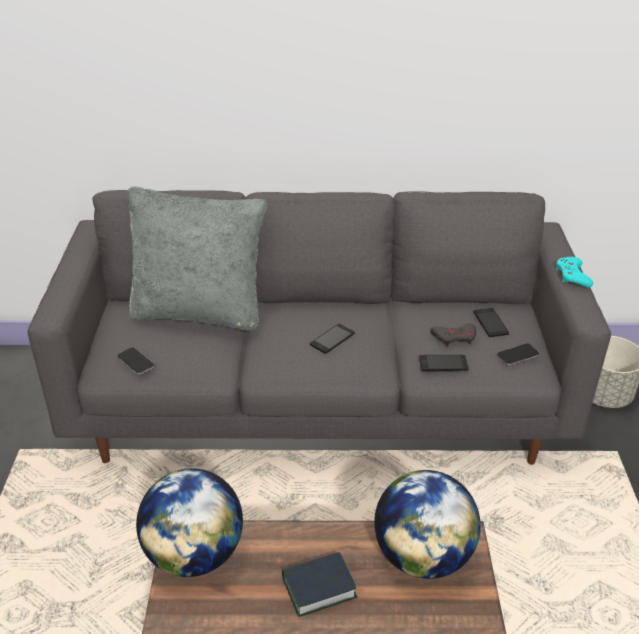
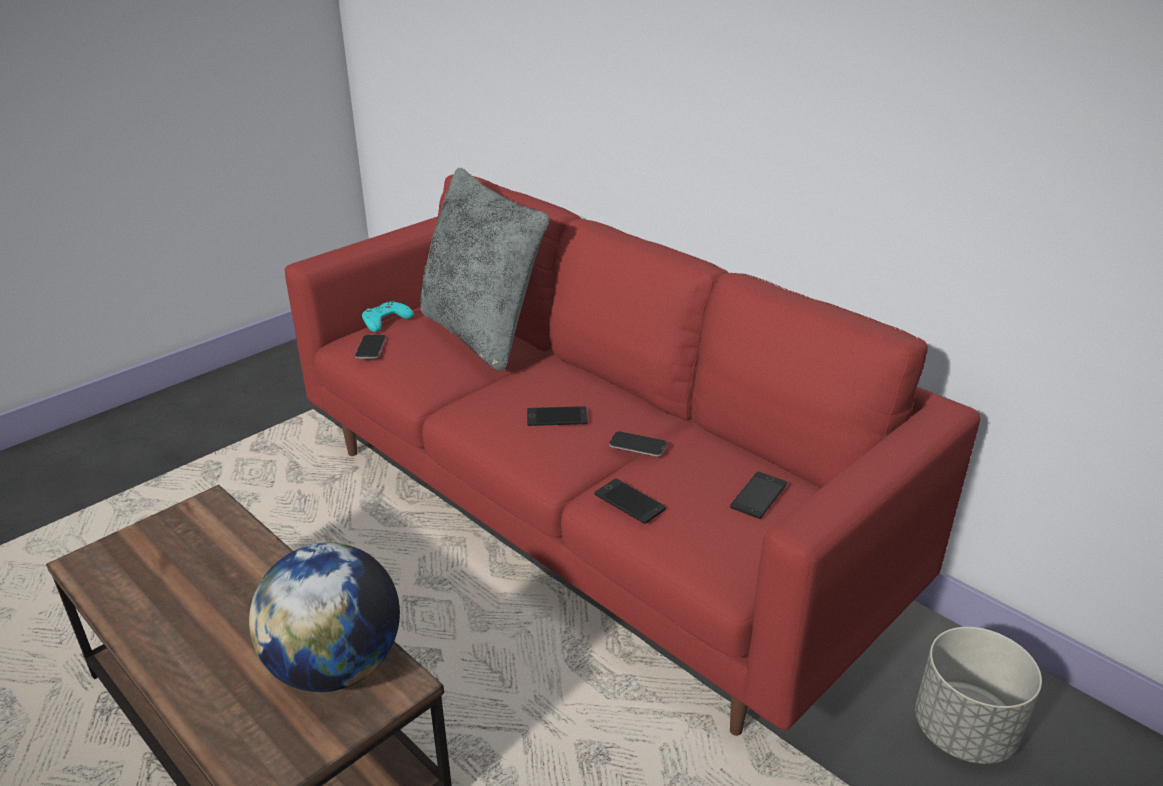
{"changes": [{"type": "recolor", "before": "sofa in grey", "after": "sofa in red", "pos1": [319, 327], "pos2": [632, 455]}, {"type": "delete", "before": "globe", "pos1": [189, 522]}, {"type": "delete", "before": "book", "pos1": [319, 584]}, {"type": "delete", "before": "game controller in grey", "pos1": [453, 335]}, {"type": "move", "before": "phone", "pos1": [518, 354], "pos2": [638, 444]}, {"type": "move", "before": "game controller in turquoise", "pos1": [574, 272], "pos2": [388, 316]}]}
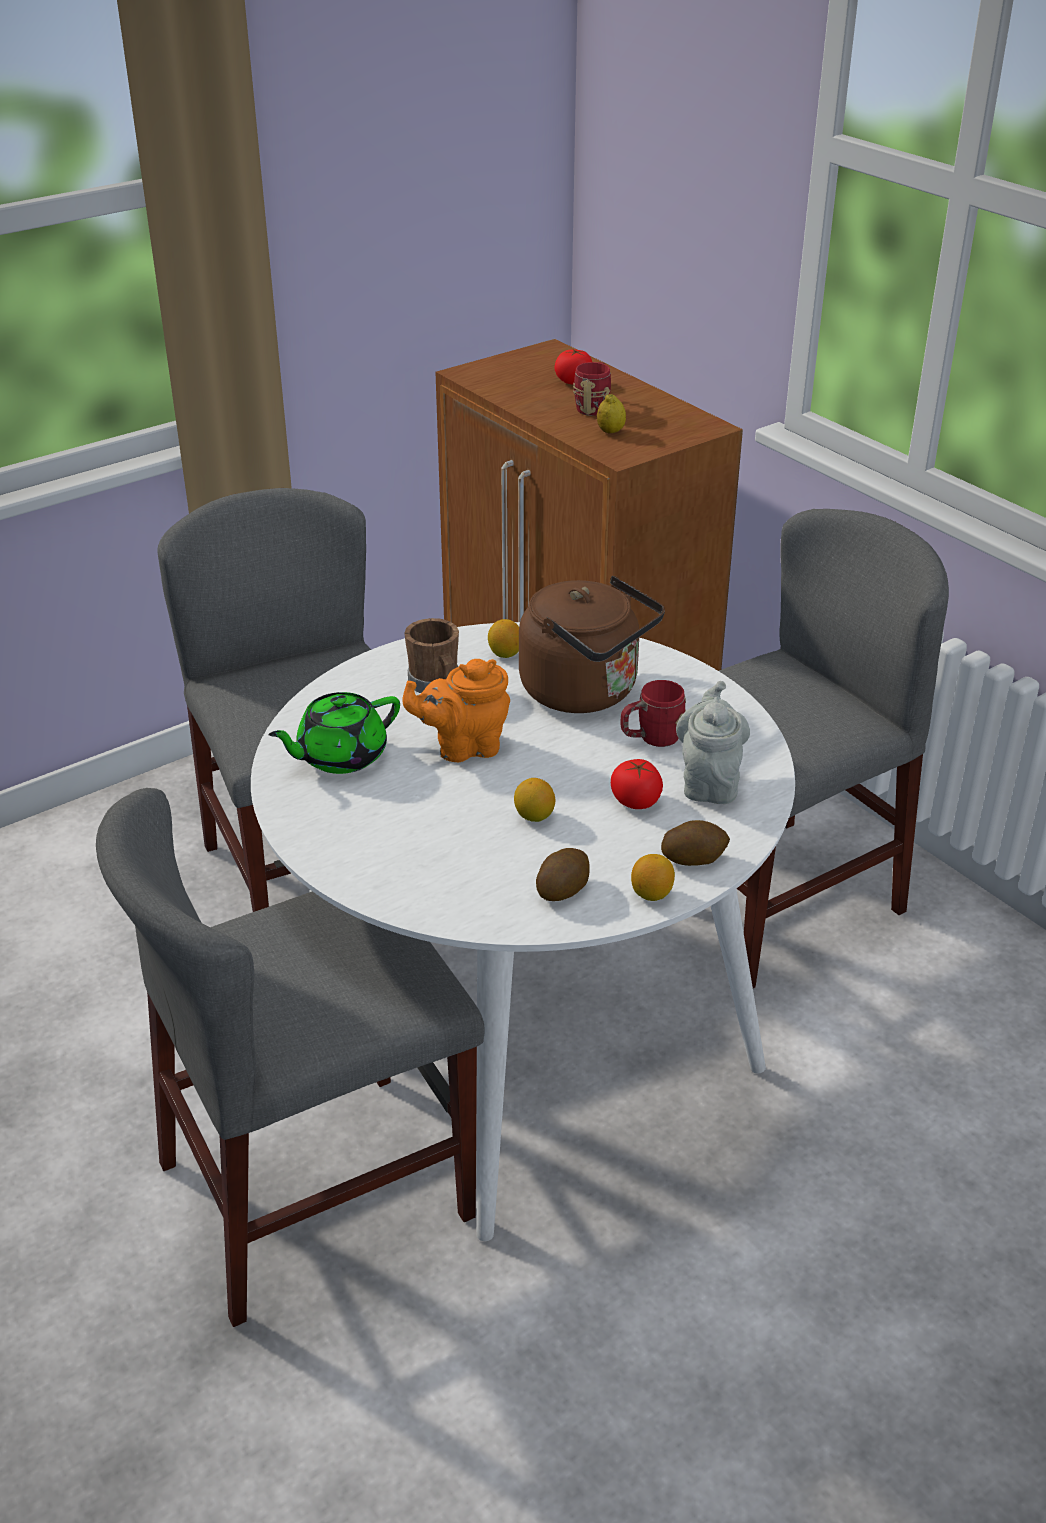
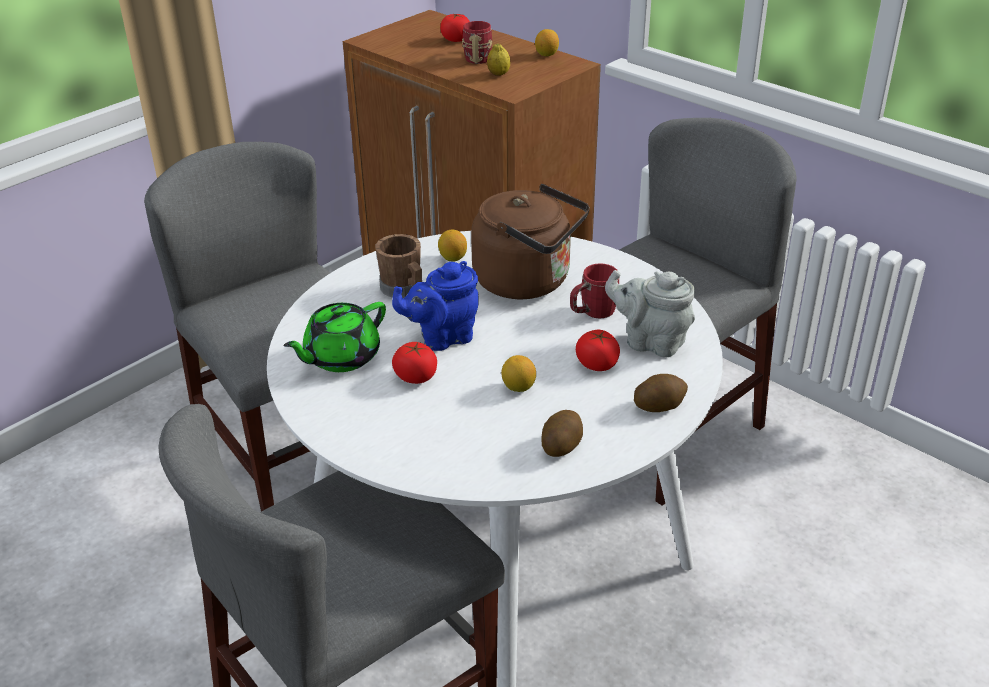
{"changes": [{"type": "recolor", "before": "teapot in orange", "after": "teapot in blue", "pos1": [456, 710], "pos2": [435, 306]}, {"type": "move", "before": "lemon", "pos1": [653, 877], "pos2": [547, 42]}, {"type": "rotate", "before": "teapot in grey", "pos1": [713, 742], "pos2": [650, 314], "turn": -60}, {"type": "insert", "after": "tomato", "pos2": [414, 363]}]}
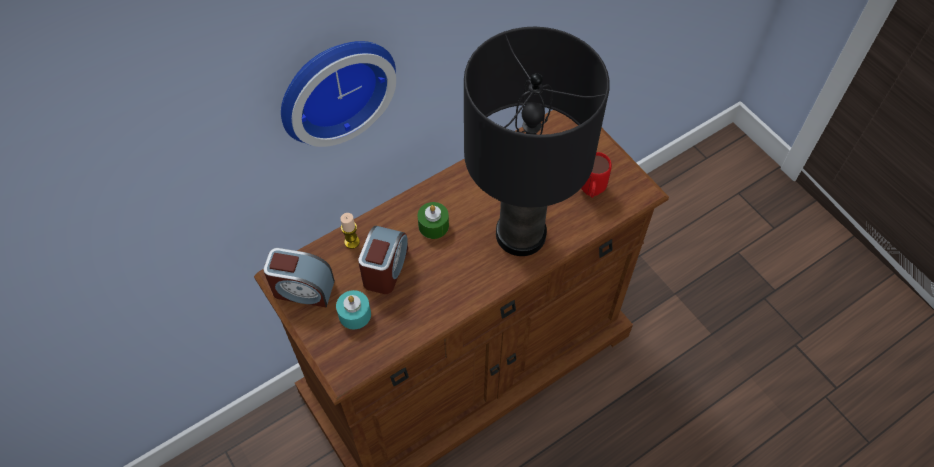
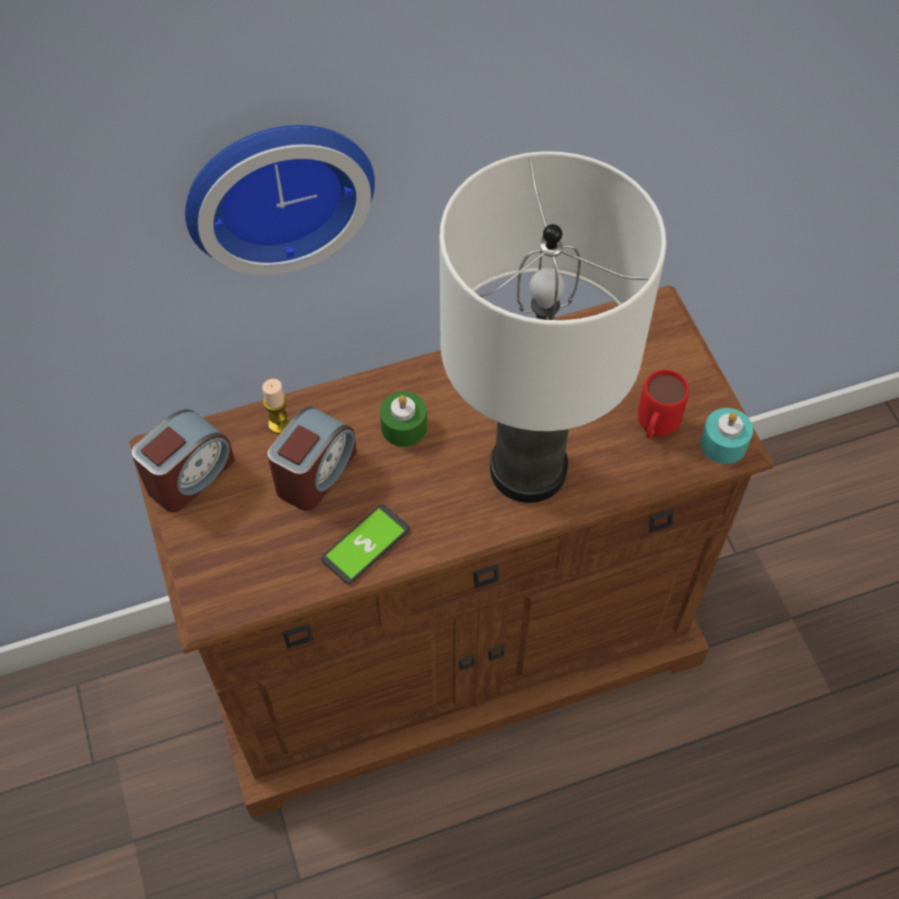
{"changes": [{"type": "rotate", "before": "alarm clock", "pos1": [299, 277], "pos2": [183, 460], "turn": -75}, {"type": "move", "before": "candle in turquoise", "pos1": [353, 309], "pos2": [726, 436]}, {"type": "recolor", "before": "table lamp in black", "after": "table lamp in white", "pos1": [537, 141], "pos2": [553, 327]}, {"type": "insert", "after": "phone", "pos2": [365, 544]}]}
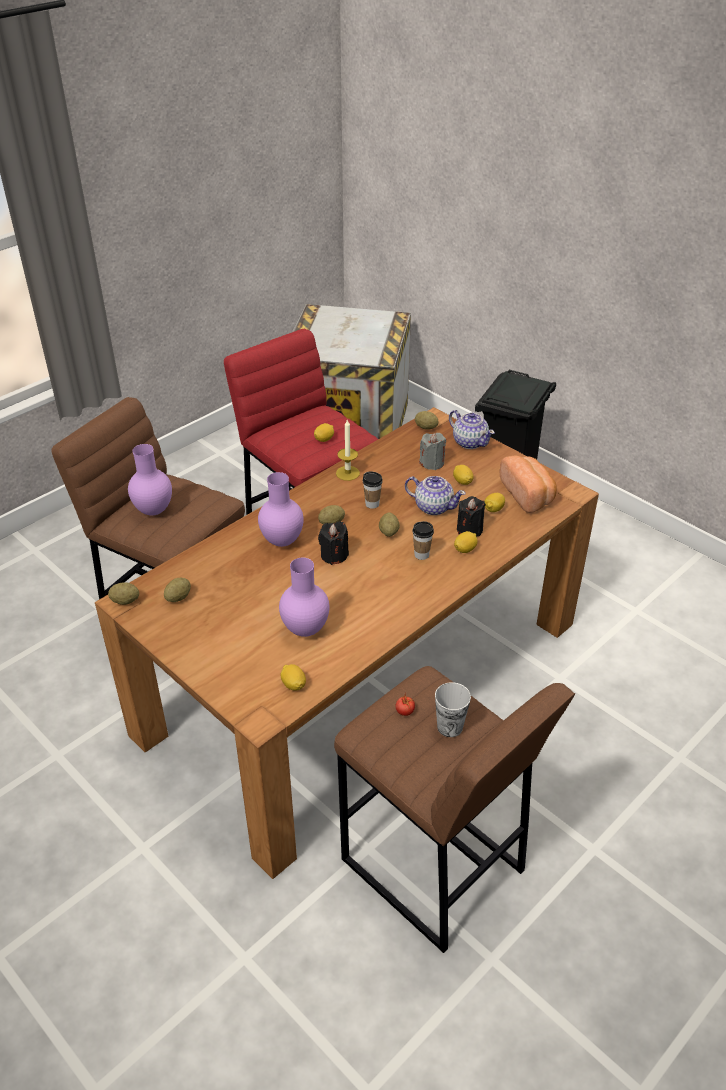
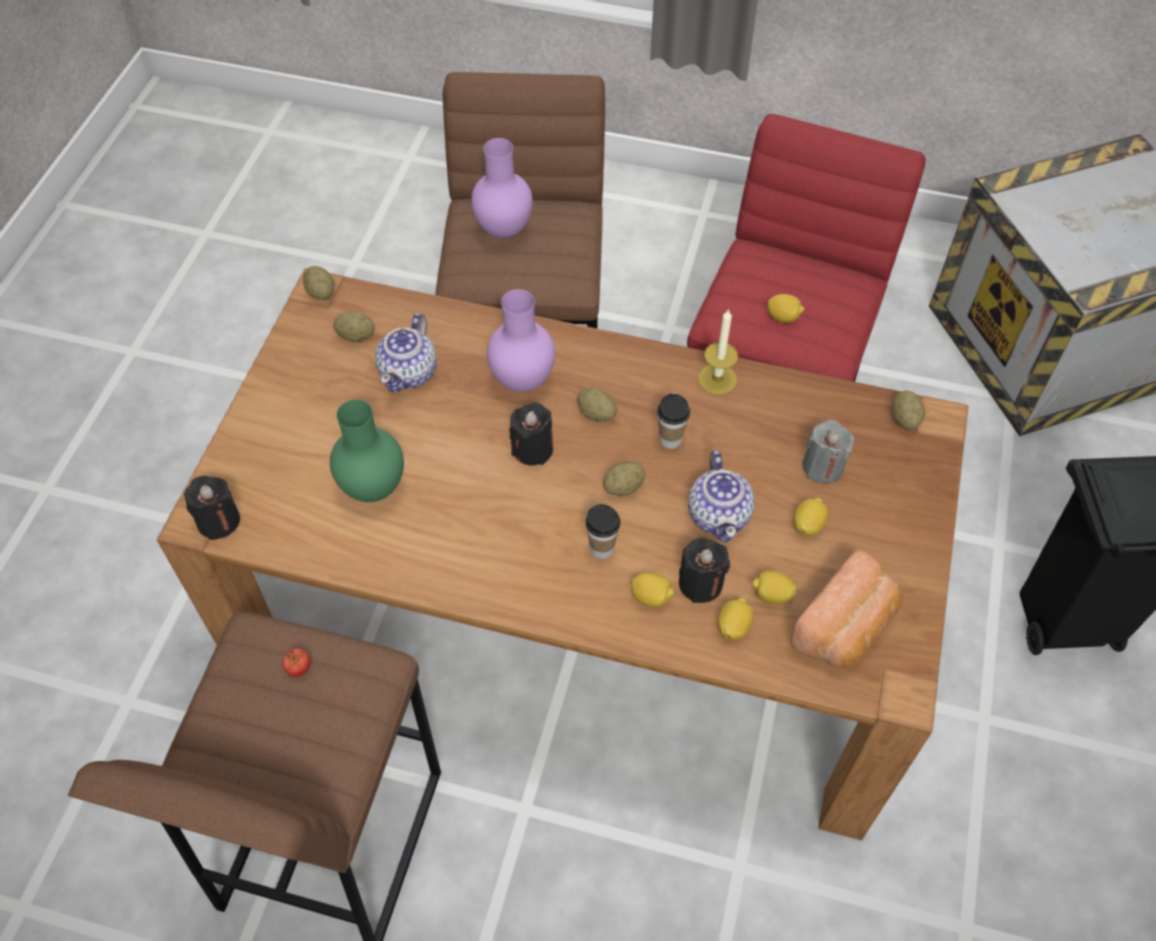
{"changes": [{"type": "recolor", "before": "vase in purple", "after": "vase in green", "pos1": [304, 597], "pos2": [367, 450]}, {"type": "move", "before": "lemon", "pos1": [293, 677], "pos2": [736, 619]}, {"type": "delete", "before": "cup", "pos1": [453, 709]}, {"type": "move", "before": "teapot", "pos1": [472, 429], "pos2": [405, 352]}, {"type": "insert", "after": "candle in black", "pos2": [212, 508]}]}
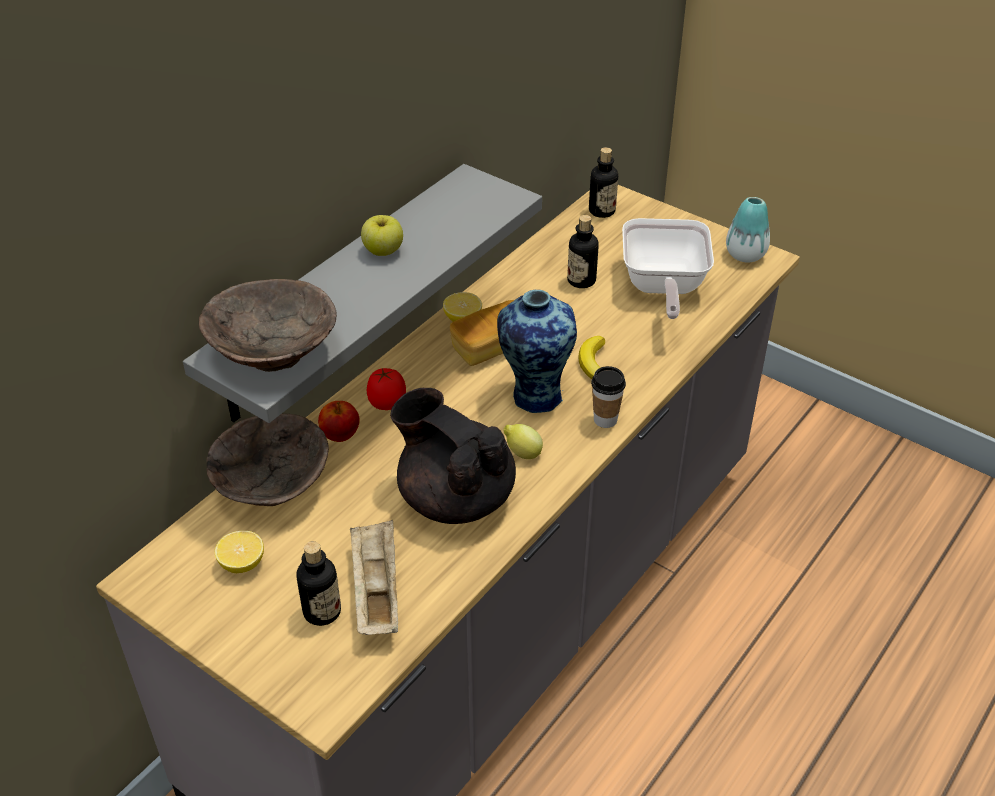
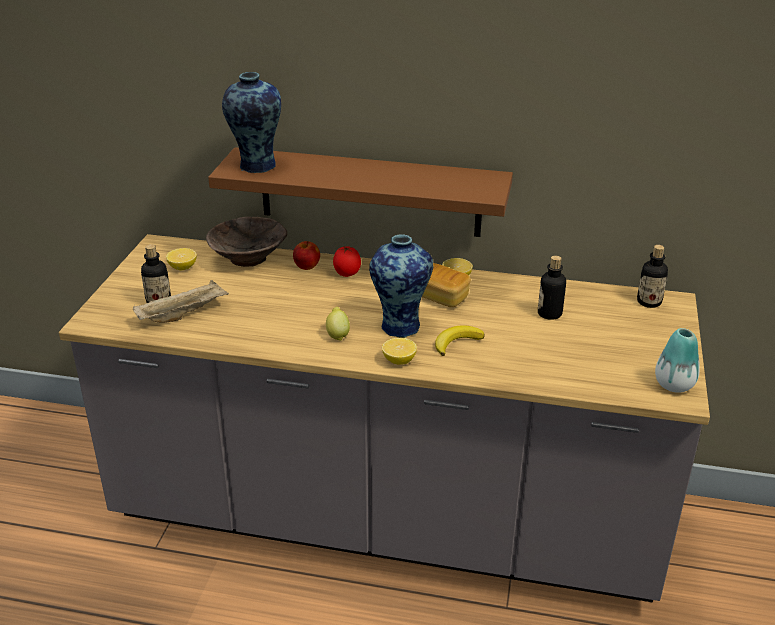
{"changes": [{"type": "recolor", "before": "shelf in grey", "after": "shelf in brown", "pos1": [362, 293], "pos2": [360, 192]}, {"type": "replace", "before": "bowl in brown", "after": "vase", "pos1": [268, 325], "pos2": [251, 122]}, {"type": "delete", "before": "apple", "pos1": [382, 235]}, {"type": "delete", "before": "teapot in black", "pos1": [453, 456]}, {"type": "replace", "before": "cup", "after": "lemon", "pos1": [608, 397], "pos2": [399, 351]}, {"type": "delete", "before": "frying pan", "pos1": [668, 268]}]}
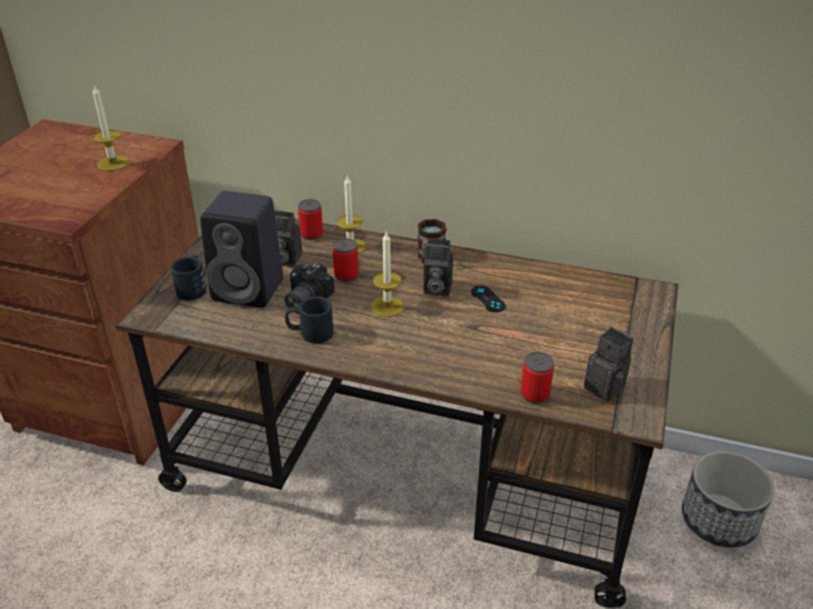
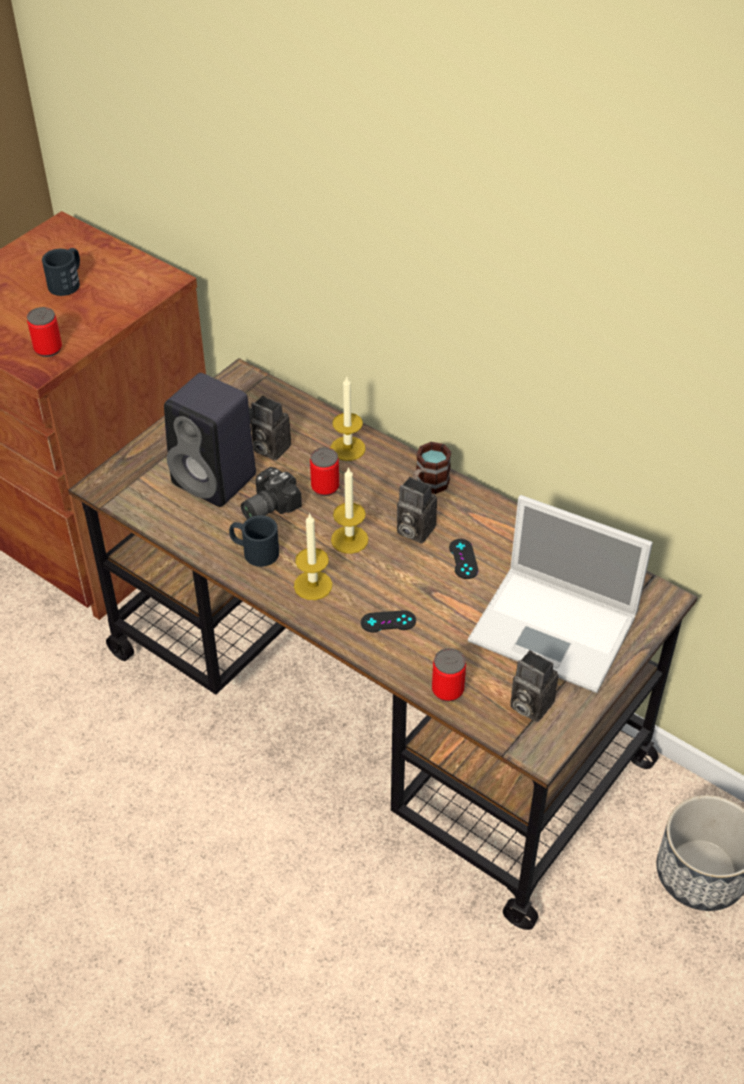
{"changes": [{"type": "move", "before": "candle", "pos1": [111, 128], "pos2": [313, 556]}, {"type": "move", "before": "mug in black", "pos1": [189, 277], "pos2": [61, 272]}, {"type": "move", "before": "can", "pos1": [310, 219], "pos2": [44, 332]}, {"type": "rotate", "before": "photo camera", "pos1": [608, 364], "pos2": [534, 686], "turn": 150}, {"type": "insert", "after": "game controller in black", "pos2": [388, 621]}, {"type": "insert", "after": "laptop", "pos2": [560, 594]}]}
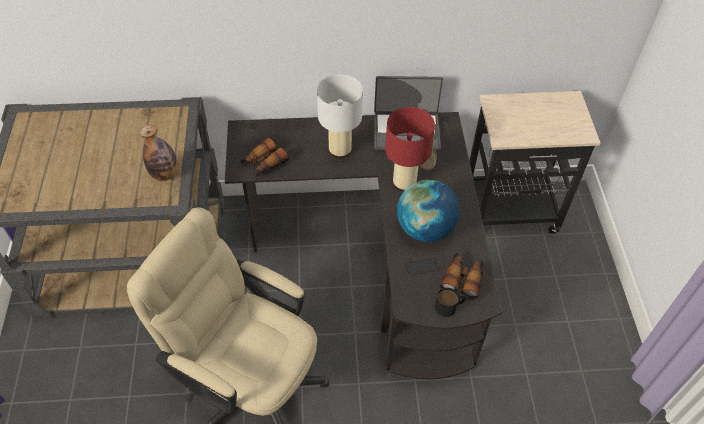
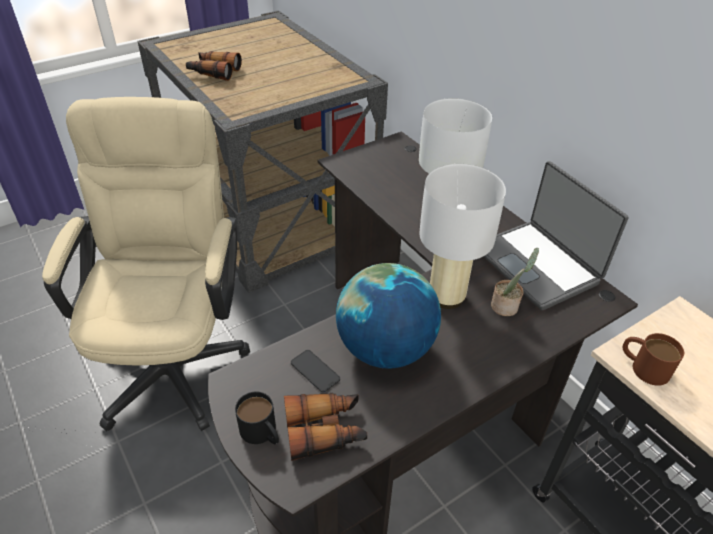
{"changes": [{"type": "delete", "before": "bottle", "pos1": [158, 153]}, {"type": "move", "before": "binoculars", "pos1": [265, 157], "pos2": [214, 66]}, {"type": "recolor", "before": "table lamp in red", "after": "table lamp in white", "pos1": [410, 149], "pos2": [463, 236]}, {"type": "insert", "after": "mug in brown", "pos2": [653, 359]}]}
